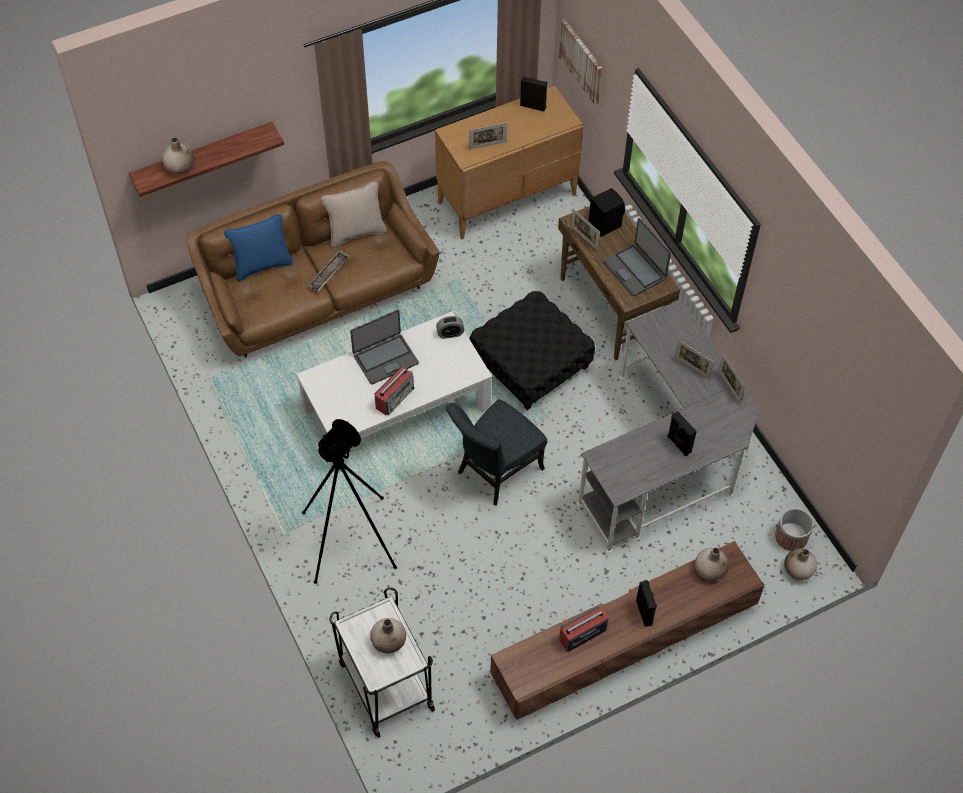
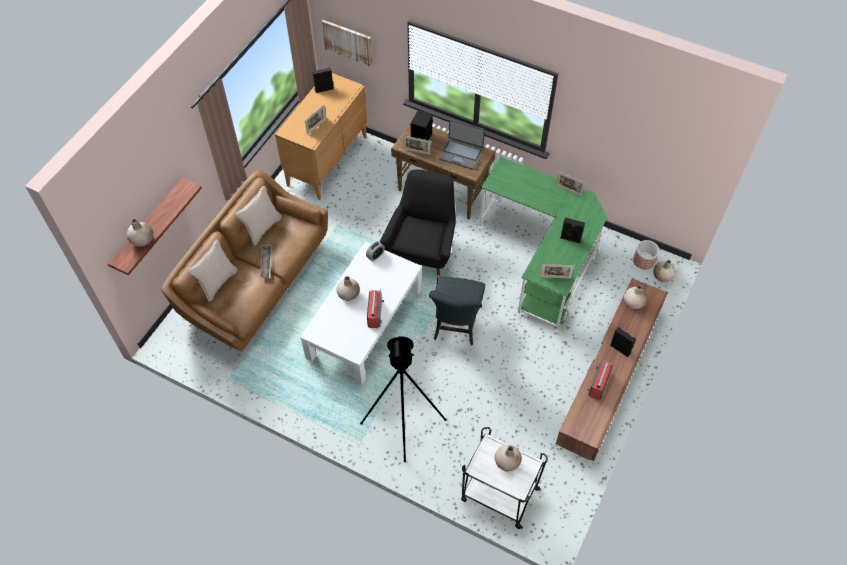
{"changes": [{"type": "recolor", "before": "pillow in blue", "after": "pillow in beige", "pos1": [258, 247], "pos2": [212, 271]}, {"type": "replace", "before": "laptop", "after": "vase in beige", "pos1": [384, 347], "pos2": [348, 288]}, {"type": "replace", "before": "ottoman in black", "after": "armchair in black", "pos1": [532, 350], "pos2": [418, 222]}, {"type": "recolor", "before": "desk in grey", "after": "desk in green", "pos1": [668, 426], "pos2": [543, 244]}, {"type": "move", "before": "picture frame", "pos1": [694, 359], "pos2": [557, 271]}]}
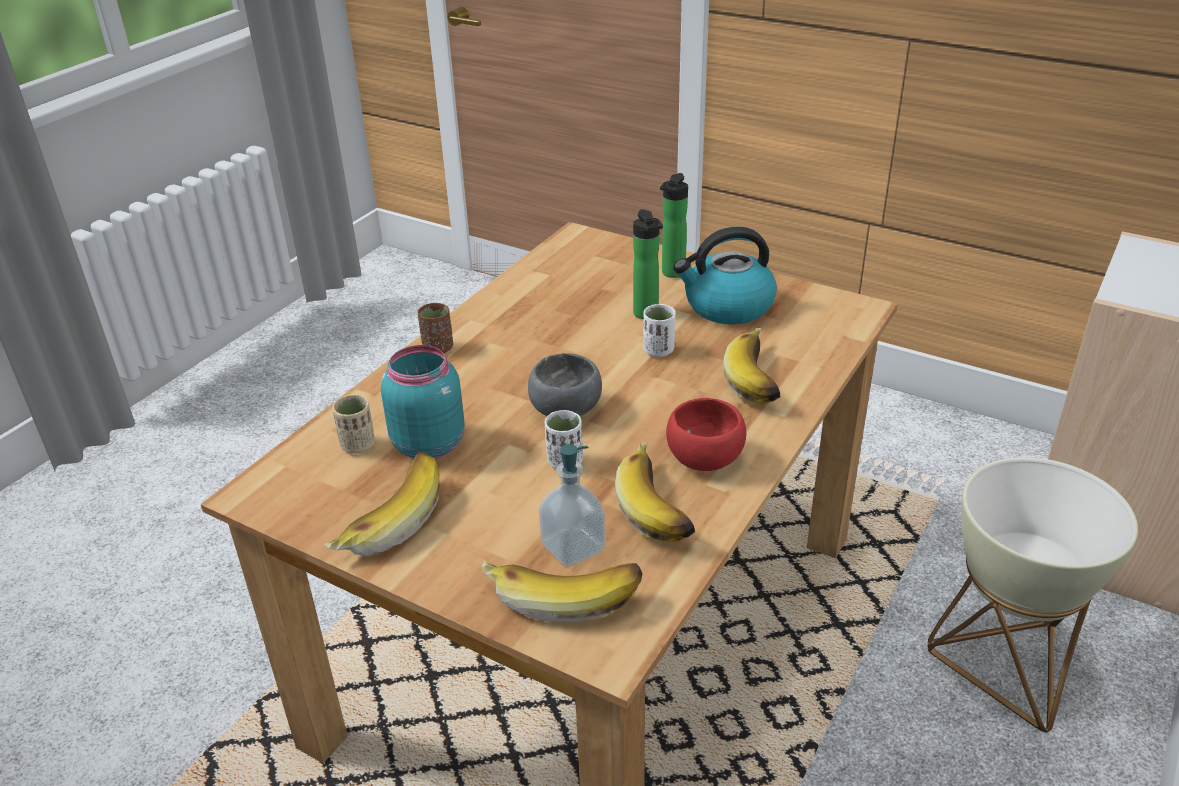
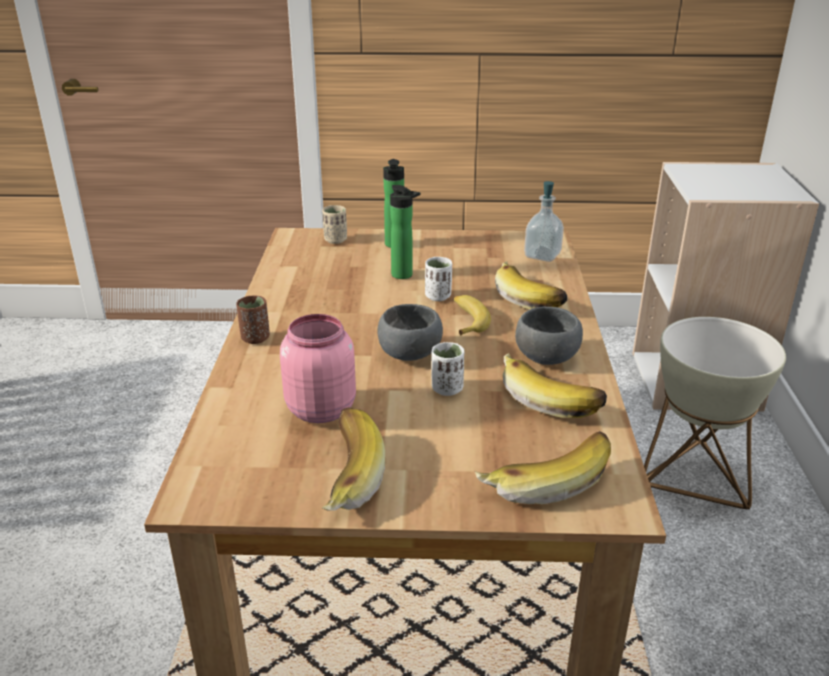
{"changes": [{"type": "move", "before": "cup in beige", "pos1": [354, 424], "pos2": [334, 224]}, {"type": "recolor", "before": "jar in turquoise", "after": "jar in pink", "pos1": [423, 402], "pos2": [318, 368]}, {"type": "move", "before": "soap dispenser", "pos1": [572, 505], "pos2": [544, 221]}, {"type": "recolor", "before": "bowl in red", "after": "bowl in grey", "pos1": [706, 434], "pos2": [549, 336]}, {"type": "delete", "before": "kettle", "pos1": [725, 275]}, {"type": "insert", "after": "banana", "pos2": [472, 315]}]}
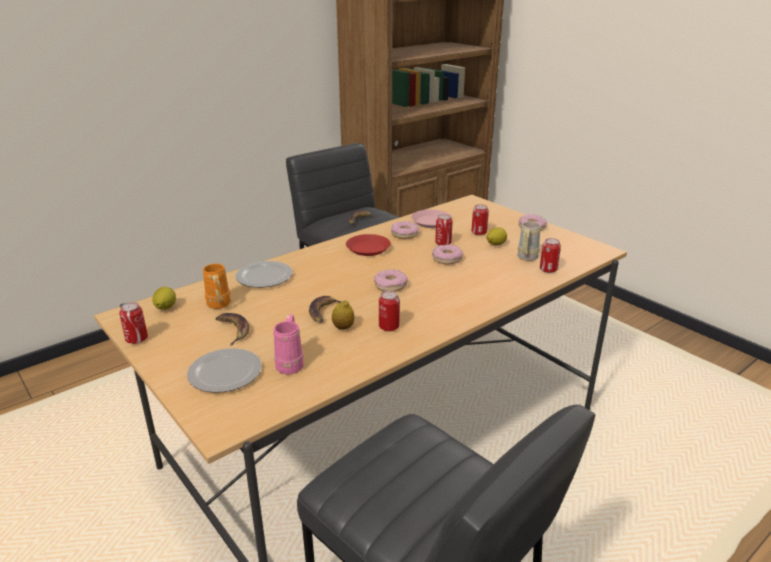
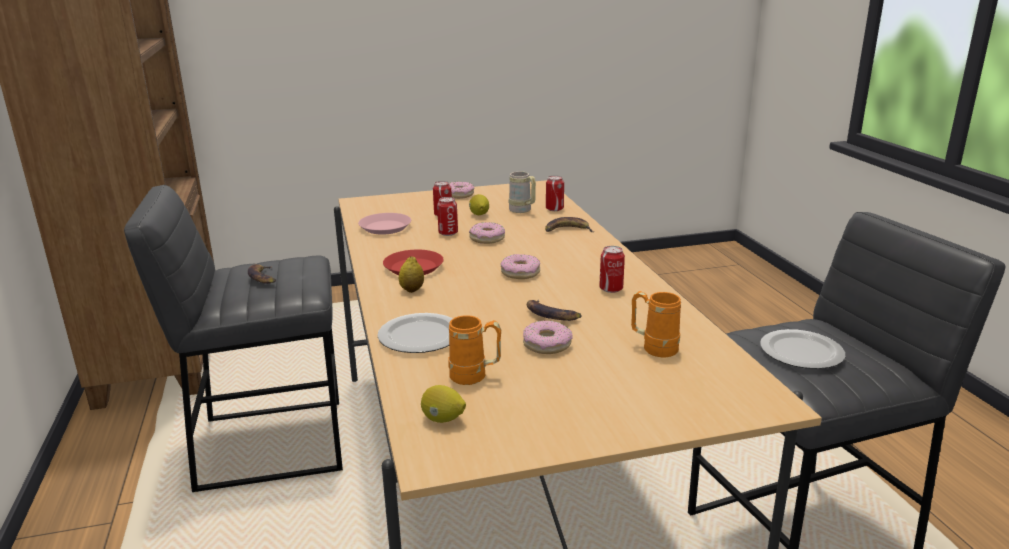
{"changes": [{"type": "delete", "before": "can", "pos1": [133, 323]}, {"type": "move", "before": "plate", "pos1": [224, 370], "pos2": [802, 349]}, {"type": "move", "before": "banana", "pos1": [232, 329], "pos2": [569, 224]}, {"type": "recolor", "before": "mug in pink", "after": "mug in orange", "pos1": [288, 344], "pos2": [656, 324]}, {"type": "move", "before": "lemon", "pos1": [343, 315], "pos2": [411, 274]}, {"type": "move", "before": "donut", "pos1": [405, 230], "pos2": [548, 337]}]}
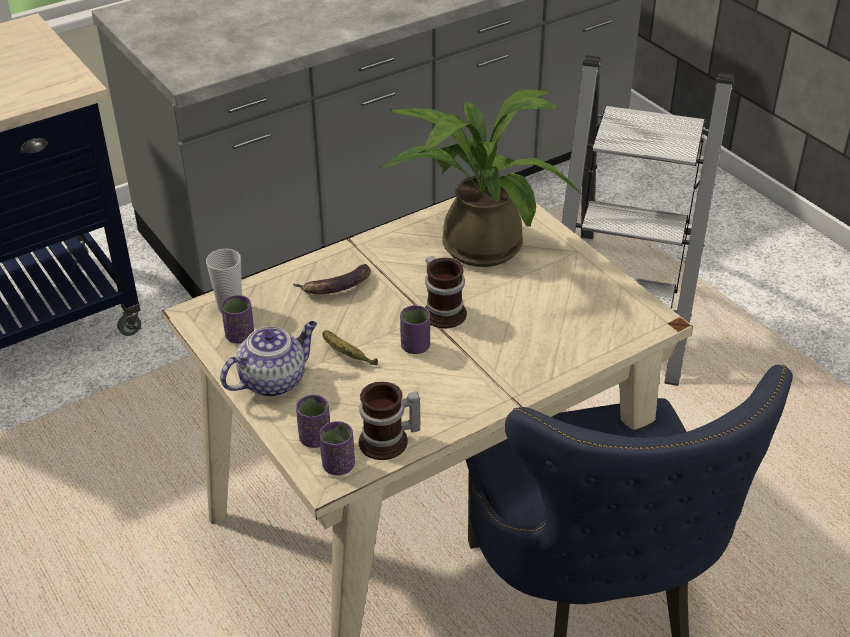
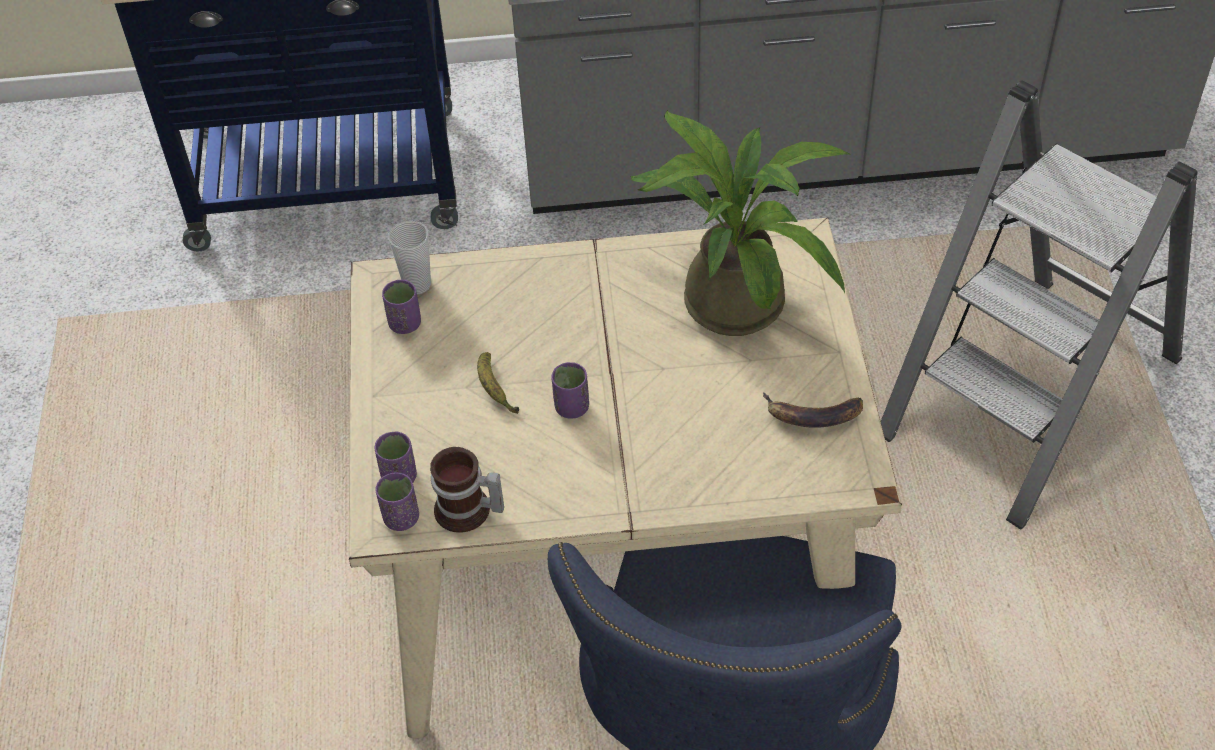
{"changes": [{"type": "delete", "before": "teapot", "pos1": [268, 359]}, {"type": "move", "before": "banana", "pos1": [332, 279], "pos2": [813, 410]}, {"type": "delete", "before": "mug", "pos1": [446, 292]}]}
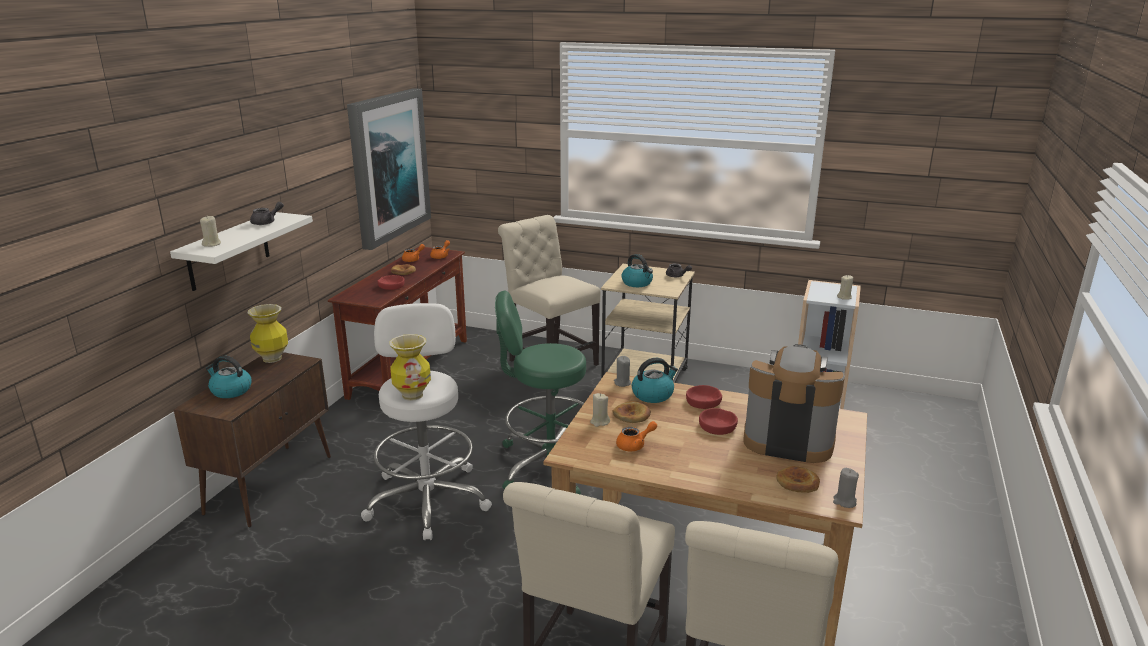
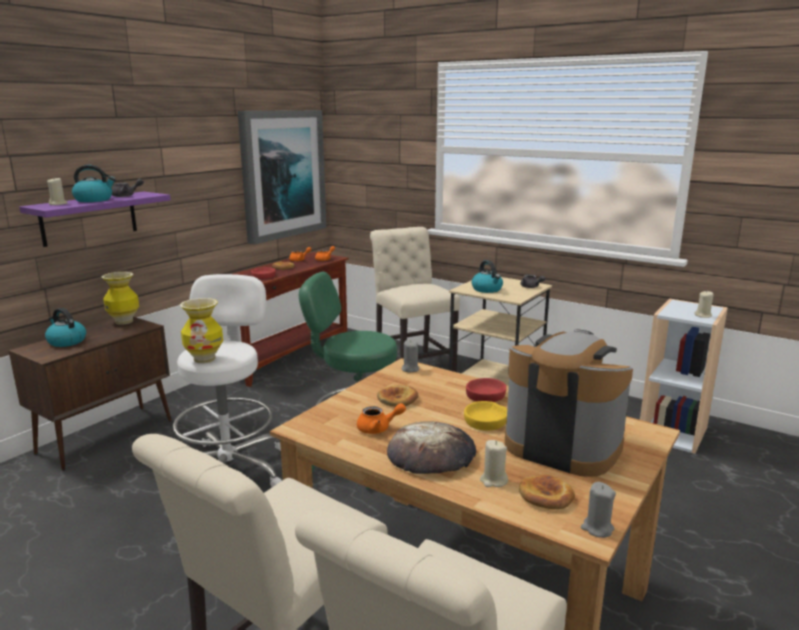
{"changes": [{"type": "recolor", "before": "shelf in white", "after": "shelf in purple", "pos1": [241, 251], "pos2": [95, 219]}, {"type": "move", "before": "candle in beige", "pos1": [600, 410], "pos2": [494, 463]}, {"type": "move", "before": "kettle", "pos1": [655, 380], "pos2": [94, 183]}, {"type": "recolor", "before": "bowl in red", "after": "bowl in yellow", "pos1": [718, 421], "pos2": [485, 415]}, {"type": "insert", "after": "bread", "pos2": [431, 447]}]}
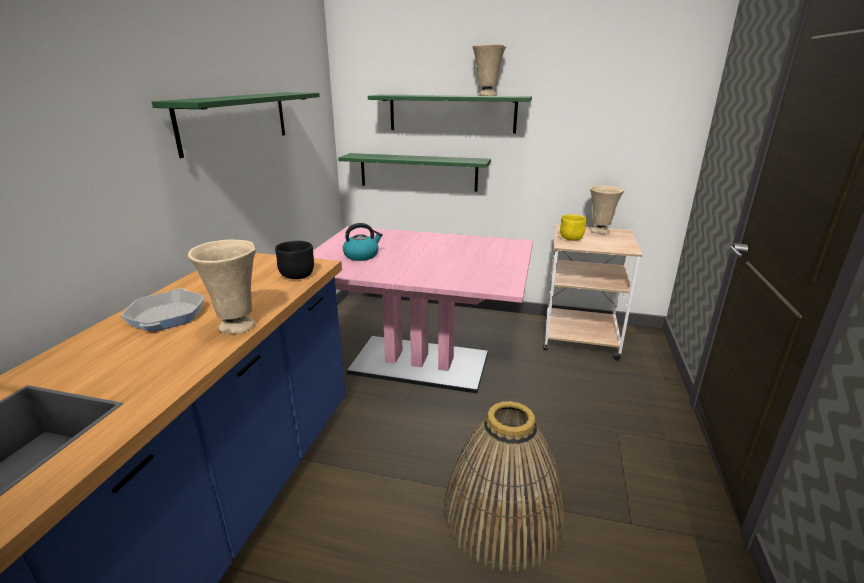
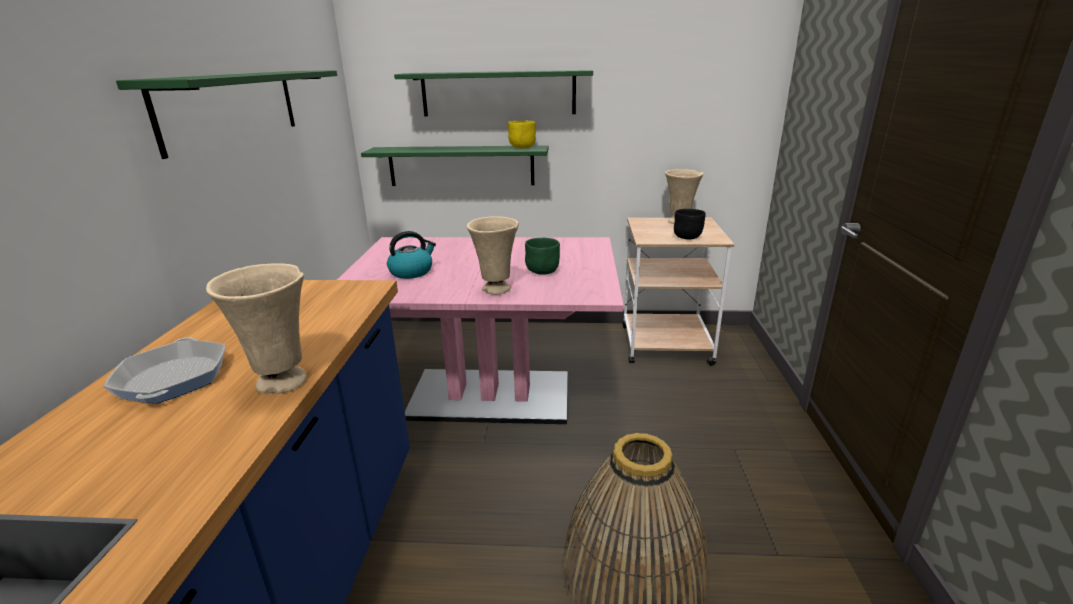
{"changes": [{"type": "move", "before": "bowl in black", "pos1": [294, 260], "pos2": [690, 224]}, {"type": "move", "before": "vase in beige", "pos1": [489, 70], "pos2": [493, 255]}, {"type": "move", "before": "bowl in yellow", "pos1": [573, 228], "pos2": [522, 134]}, {"type": "insert", "after": "bowl in green", "pos2": [542, 256]}]}
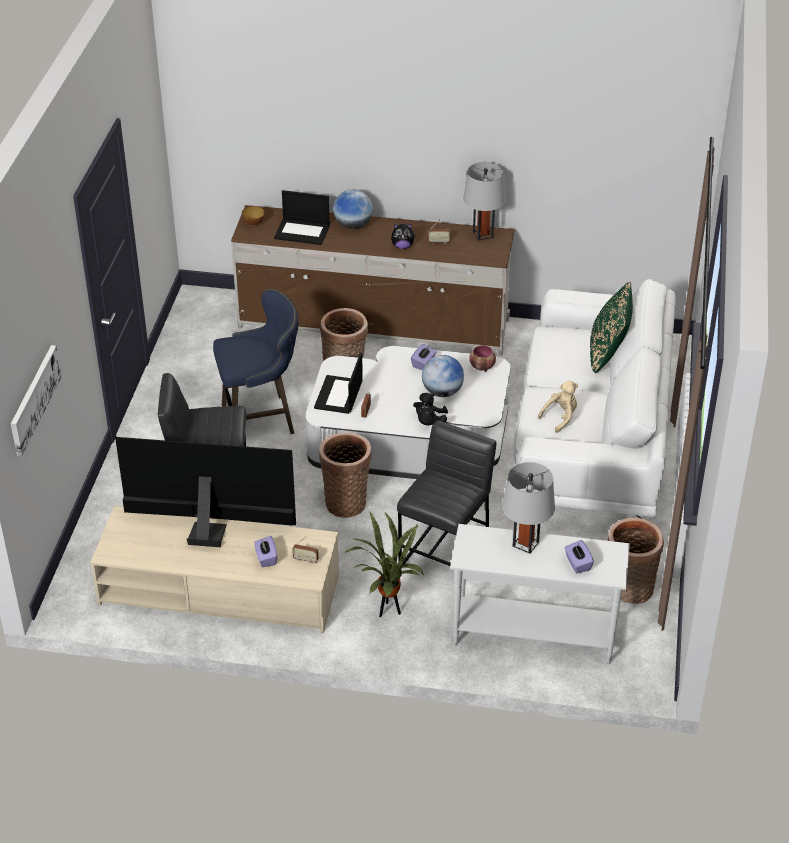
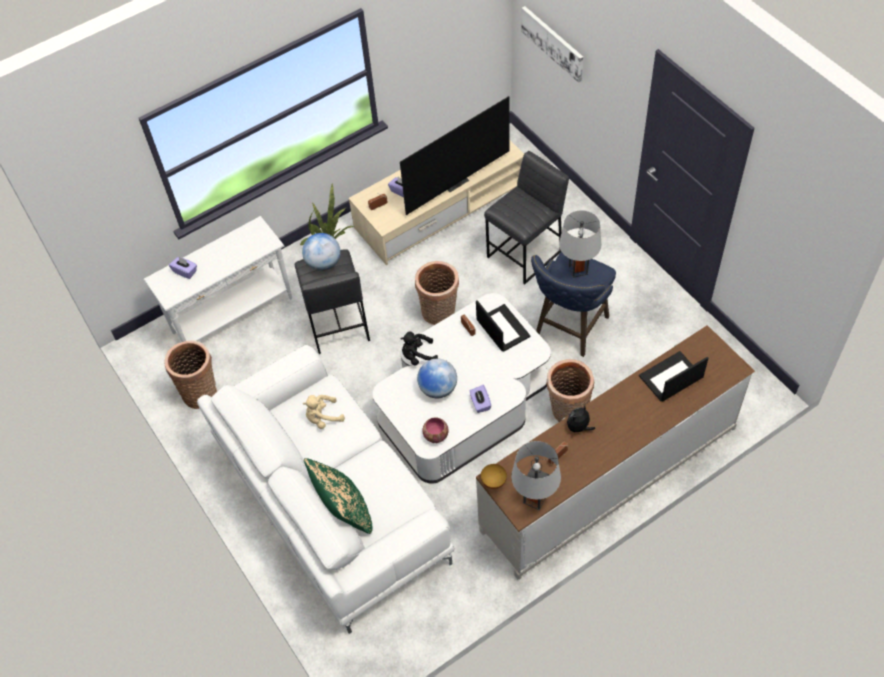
{"changes": [{"type": "move", "before": "bowl", "pos1": [253, 216], "pos2": [494, 476]}, {"type": "move", "before": "globe", "pos1": [353, 209], "pos2": [321, 252]}, {"type": "rotate", "before": "plush toy in black", "pos1": [430, 409], "pos2": [419, 349], "turn": -75}, {"type": "move", "before": "table lamp in grey", "pos1": [528, 508], "pos2": [580, 244]}, {"type": "rotate", "before": "plush toy in beige", "pos1": [558, 407], "pos2": [324, 412], "turn": 60}]}
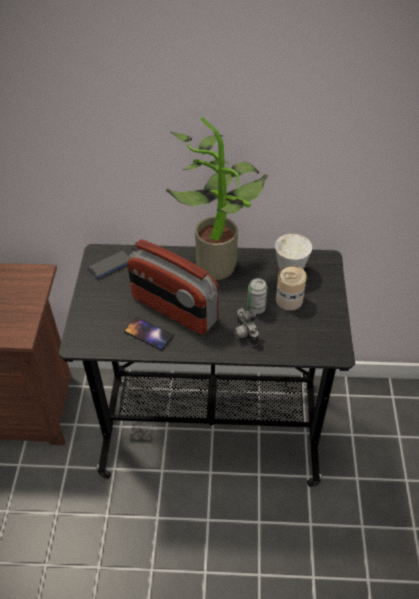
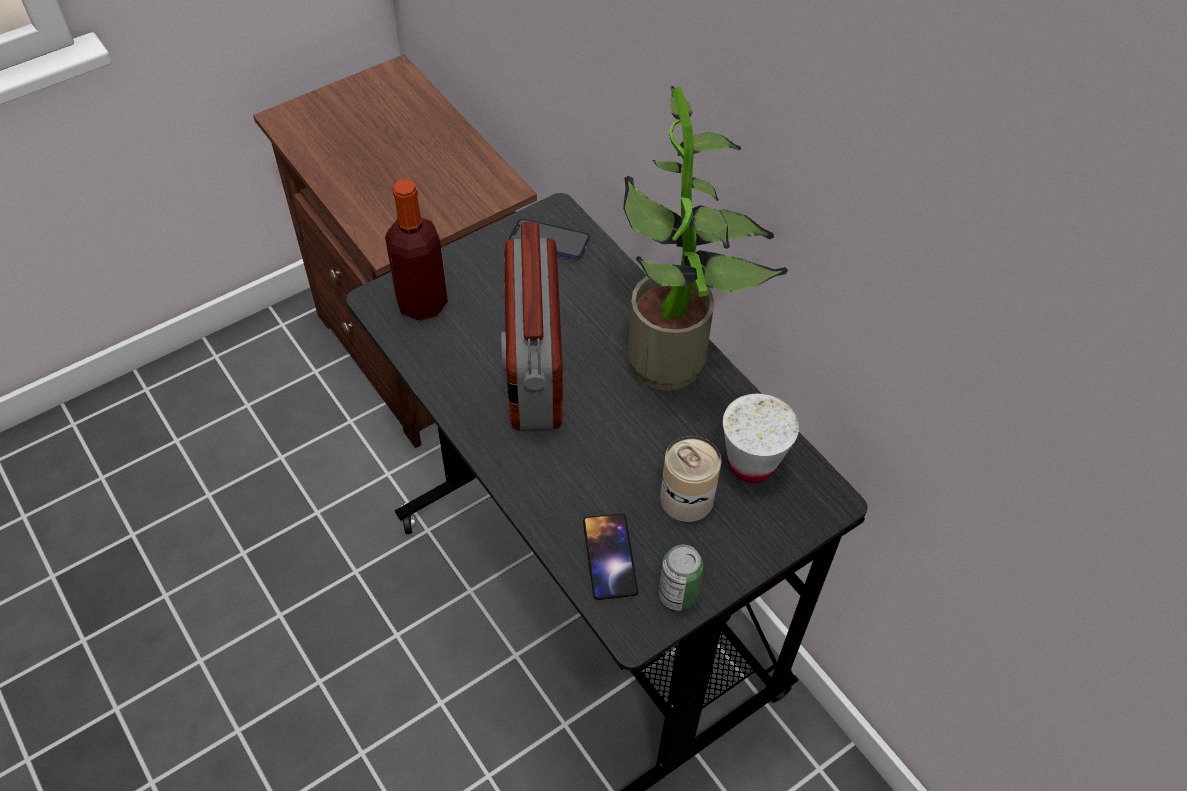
{"changes": [{"type": "move", "before": "phone", "pos1": [149, 333], "pos2": [610, 556]}, {"type": "delete", "before": "photo camera", "pos1": [246, 327]}, {"type": "move", "before": "can", "pos1": [257, 296], "pos2": [681, 578]}, {"type": "insert", "after": "bottle", "pos2": [416, 250]}]}
